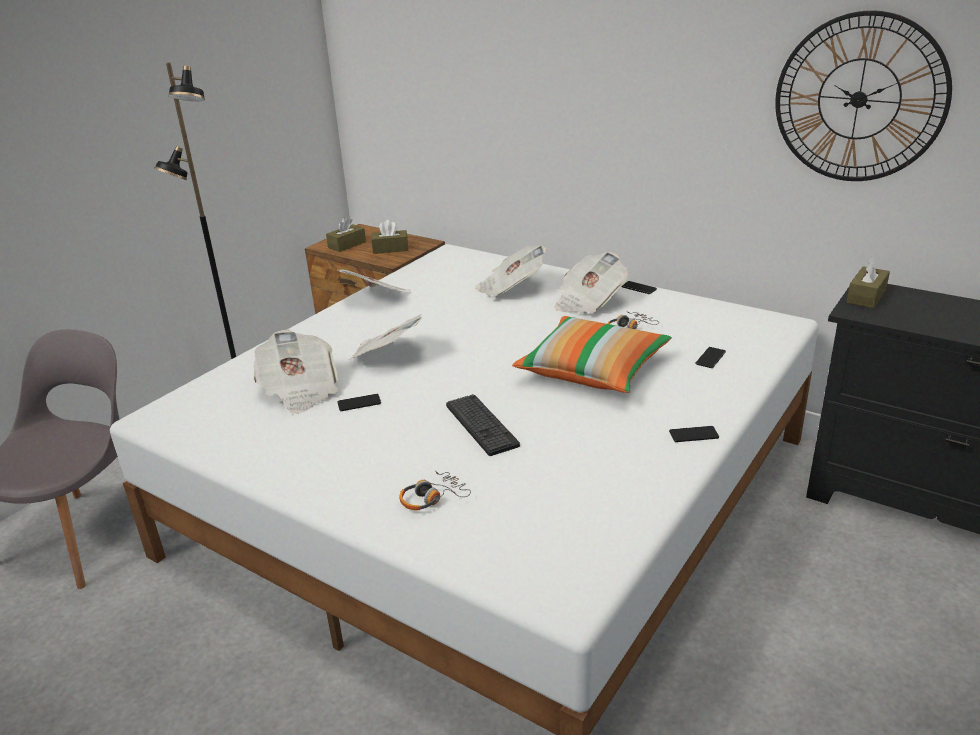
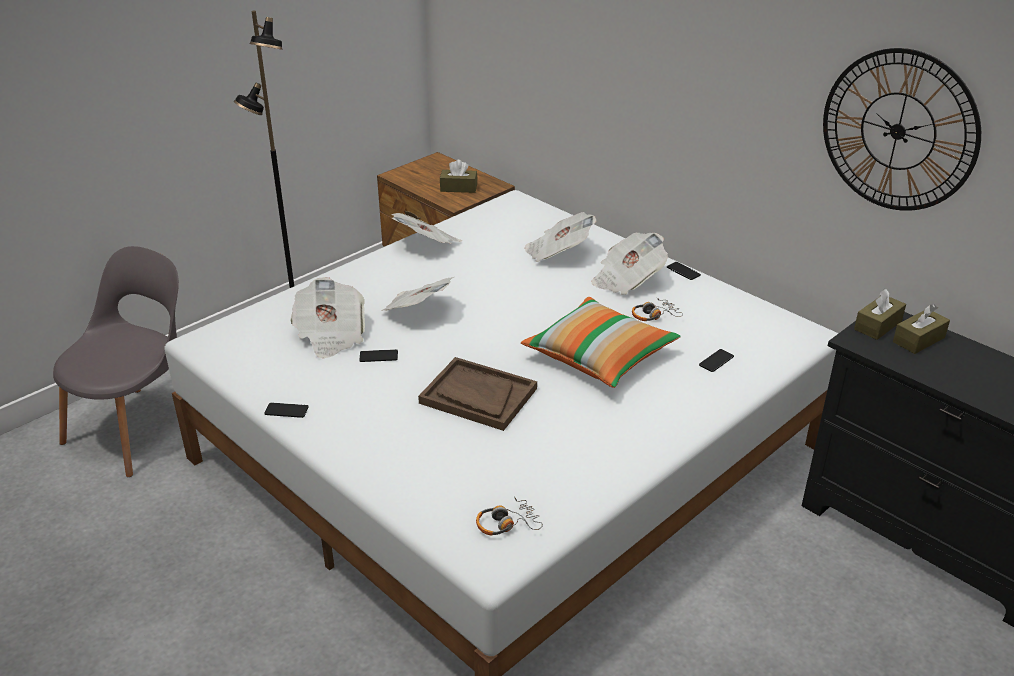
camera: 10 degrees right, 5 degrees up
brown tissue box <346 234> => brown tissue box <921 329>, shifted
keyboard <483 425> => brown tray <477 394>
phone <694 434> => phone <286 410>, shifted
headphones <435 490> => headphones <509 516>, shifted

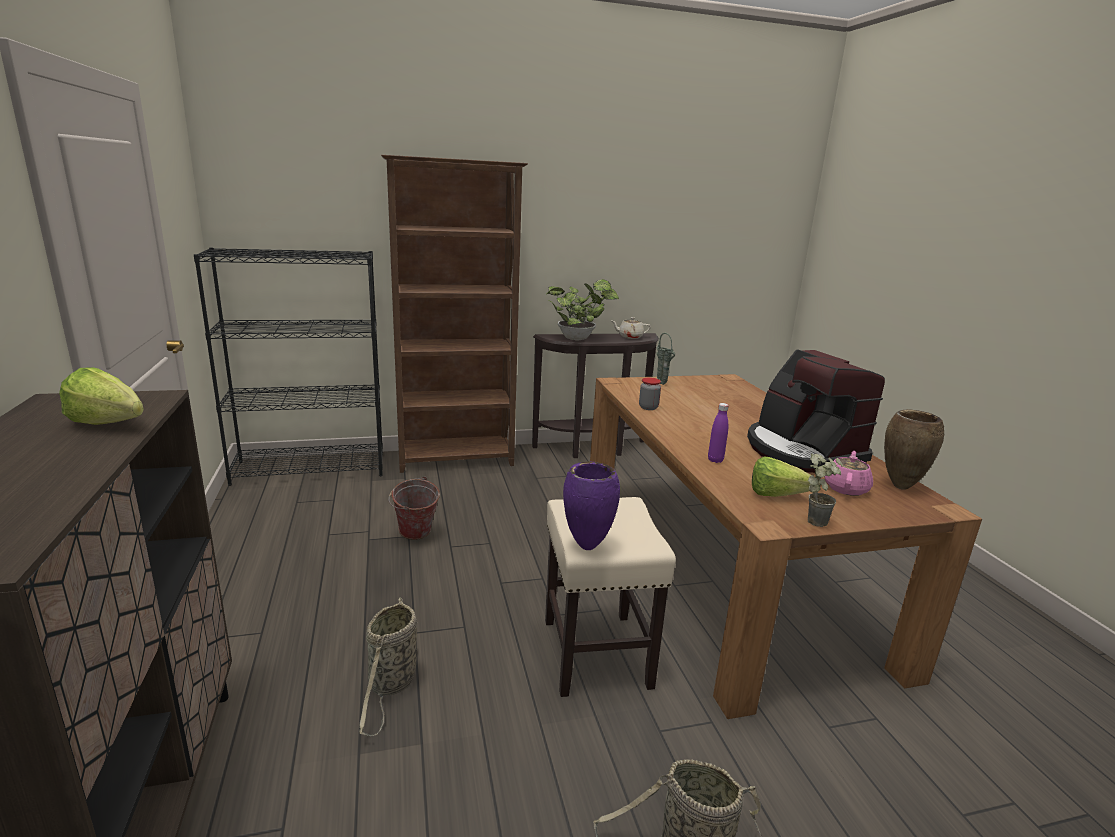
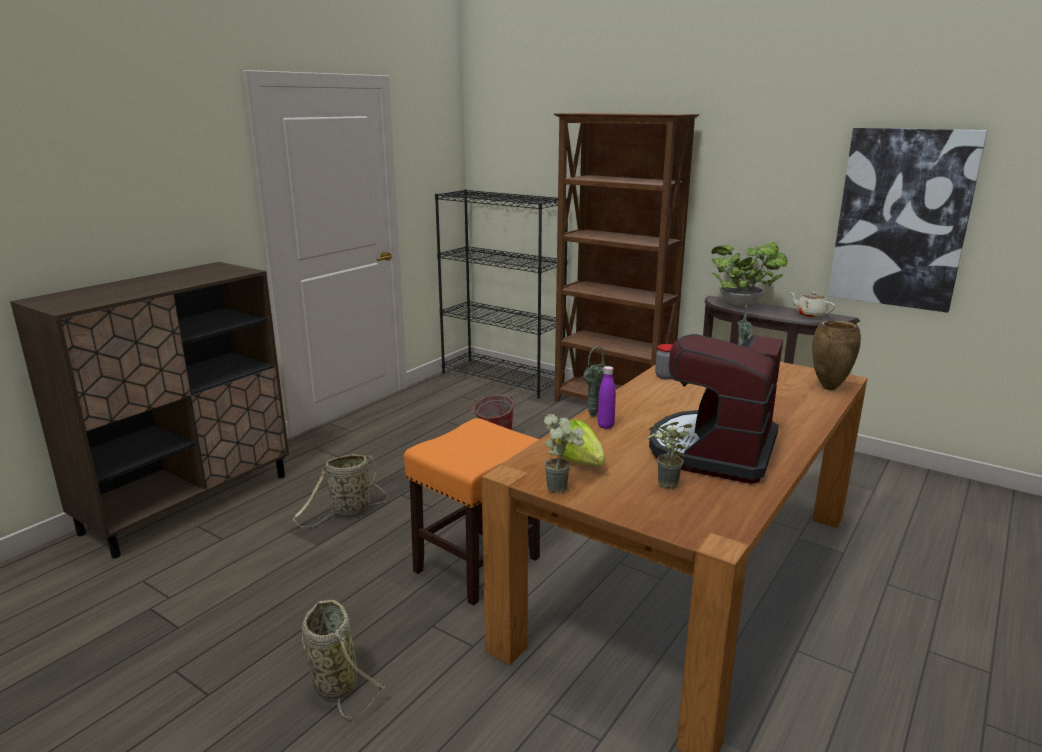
camera: 50 degrees right, 0 degrees up
lettuce <101 396> => nothing
brown vase <914 449> => brown vase <836 355>, shifted
pink teapot <849 473> => potted plant <670 455>
purple vase <591 505> => nothing
beige stool <610 597> => orange stool <472 512>
nothing => picture <908 220>
nothing => green vase <594 381>

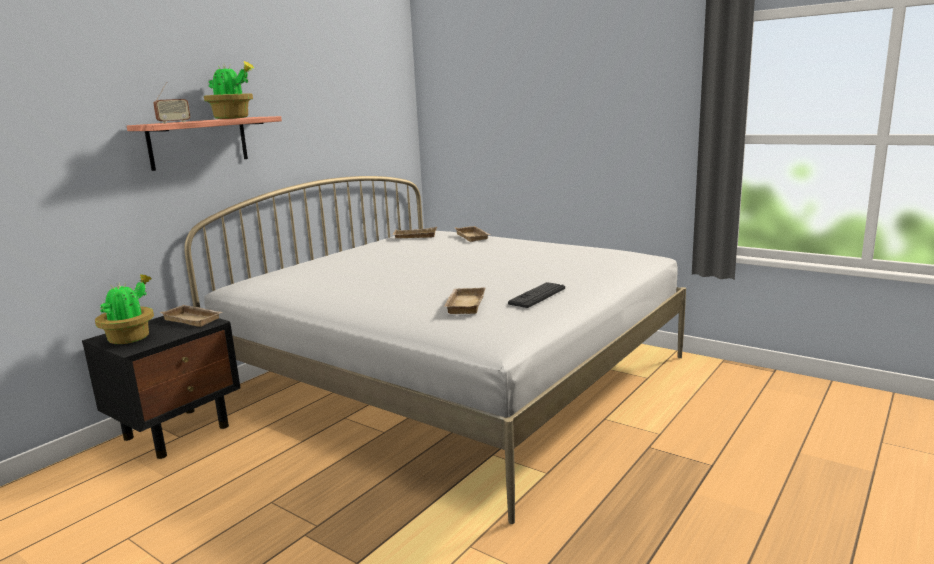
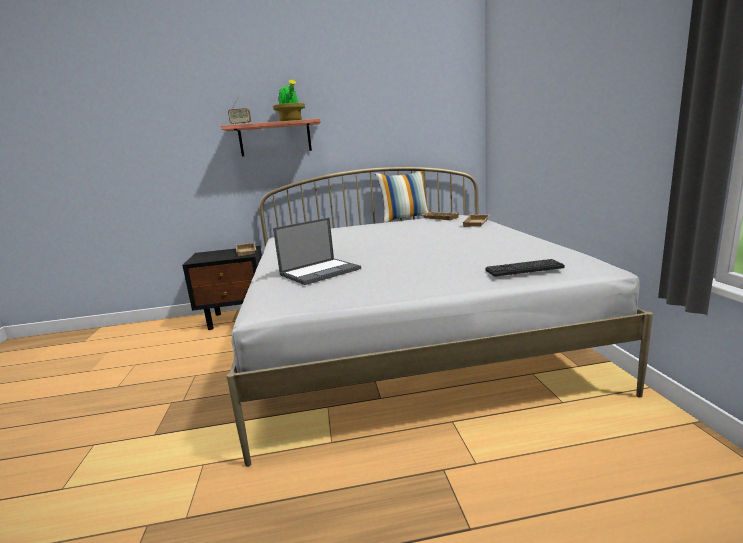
camera: 45 degrees right, 0 degrees up
potted plant <124 309> => nothing
keyboard <536 295> => keyboard <525 268>, shifted
beige tray <464 300> => laptop <317 251>
nothing => pillow <402 197>

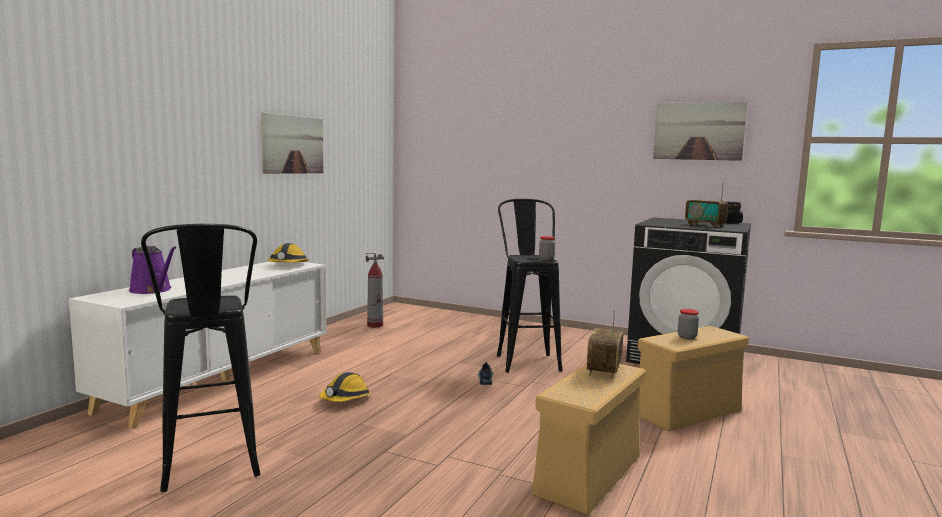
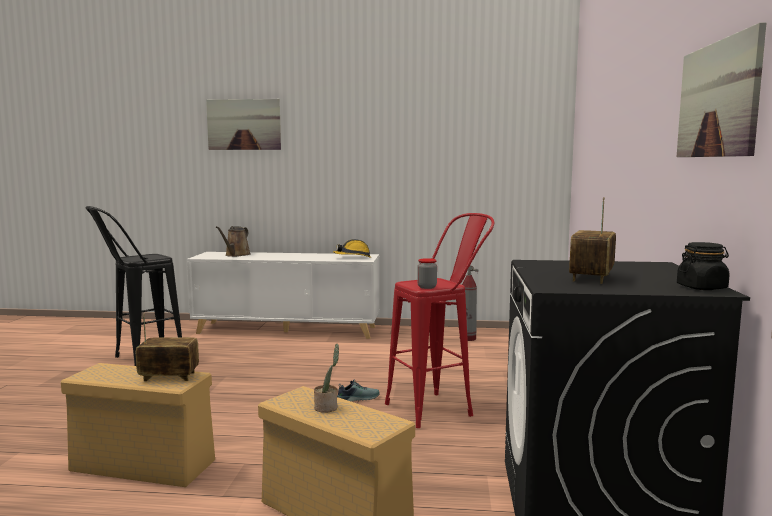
camera: 70 degrees right, 0 degrees up
picture <292 143> => picture <243 124>, shifted
black stool <530 286> => red stool <440 320>
purple watering can <152 270> => brown watering can <233 241>
jar <688 324> => potted plant <326 378>
hard hat <345 387> => nothing

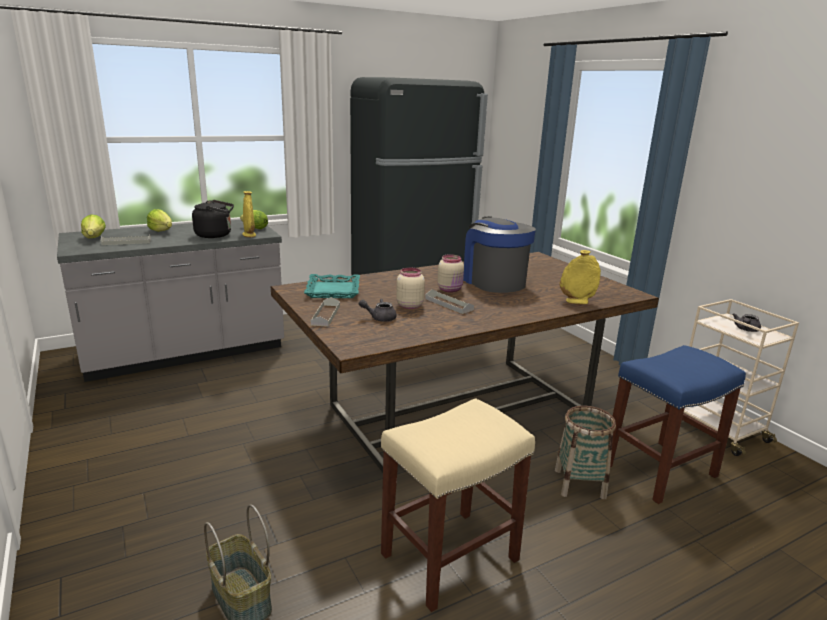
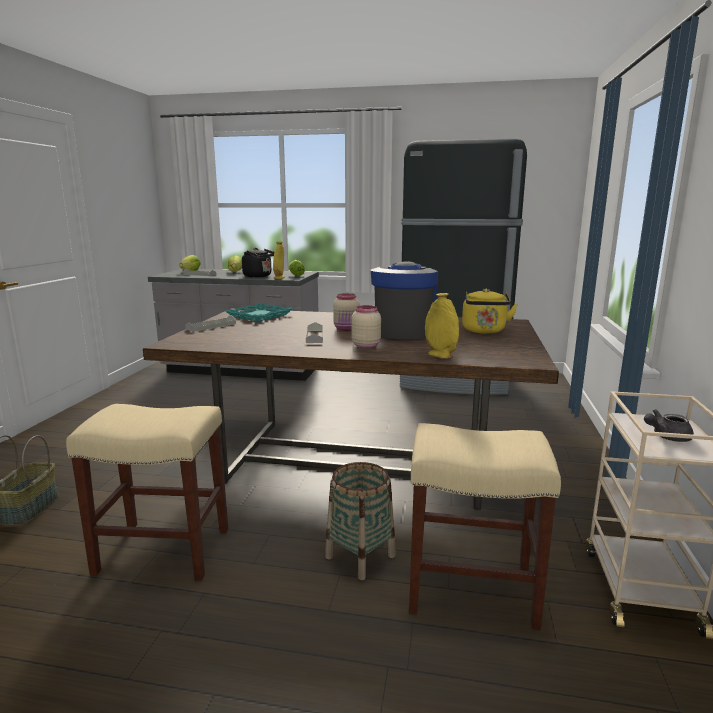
camera: 40 degrees right, 5 degrees down
beige jar <410 288> => beige jar <366 326>, shifted
grey teapot <378 310> => nothing
blue stool <678 424> => beige stool <485 526>
nothing => yellow kettle <490 311>

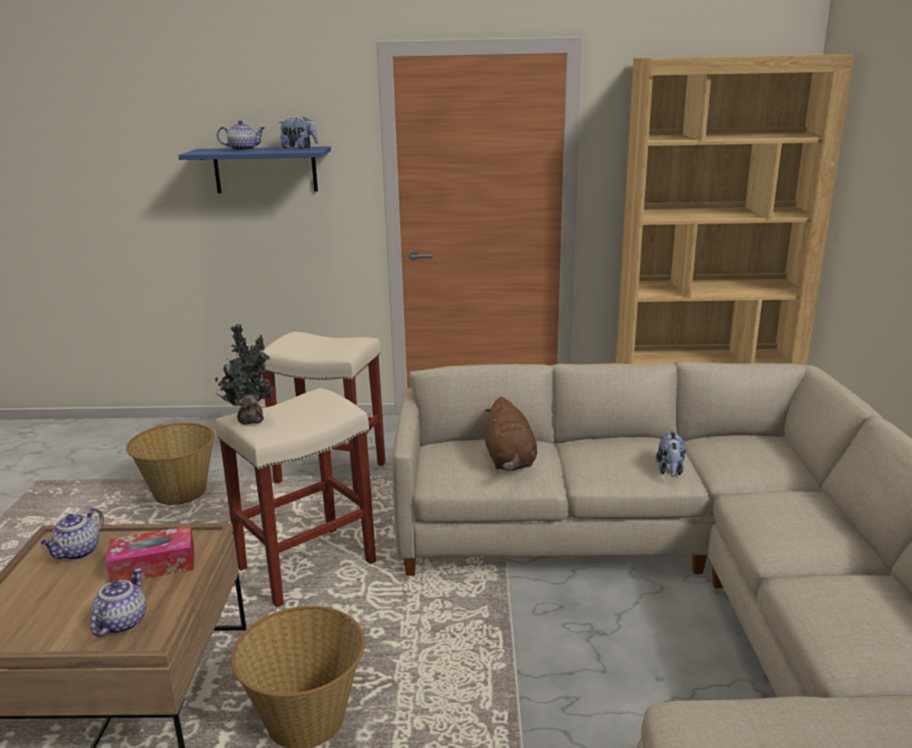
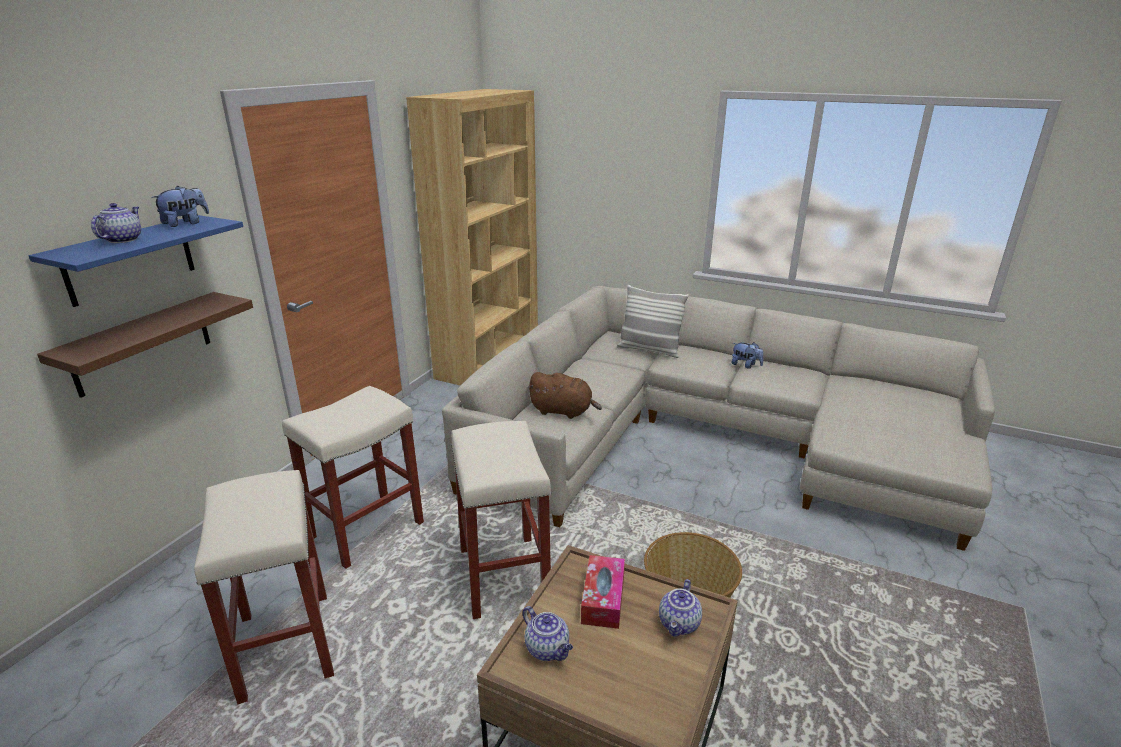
camera: 65 degrees left, 5 degrees up
potted plant <244 374> => nothing
basket <170 464> => beige stool <264 587>
plush toy <671 453> => plush toy <747 355>, shifted
teapot <118 602> => teapot <680 607>, 105 degrees counterclockwise
nothing => pillow <653 321>
nothing => brown shelf <145 345>

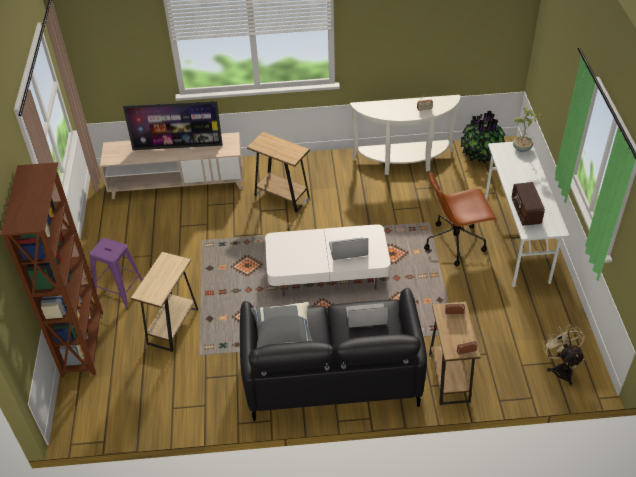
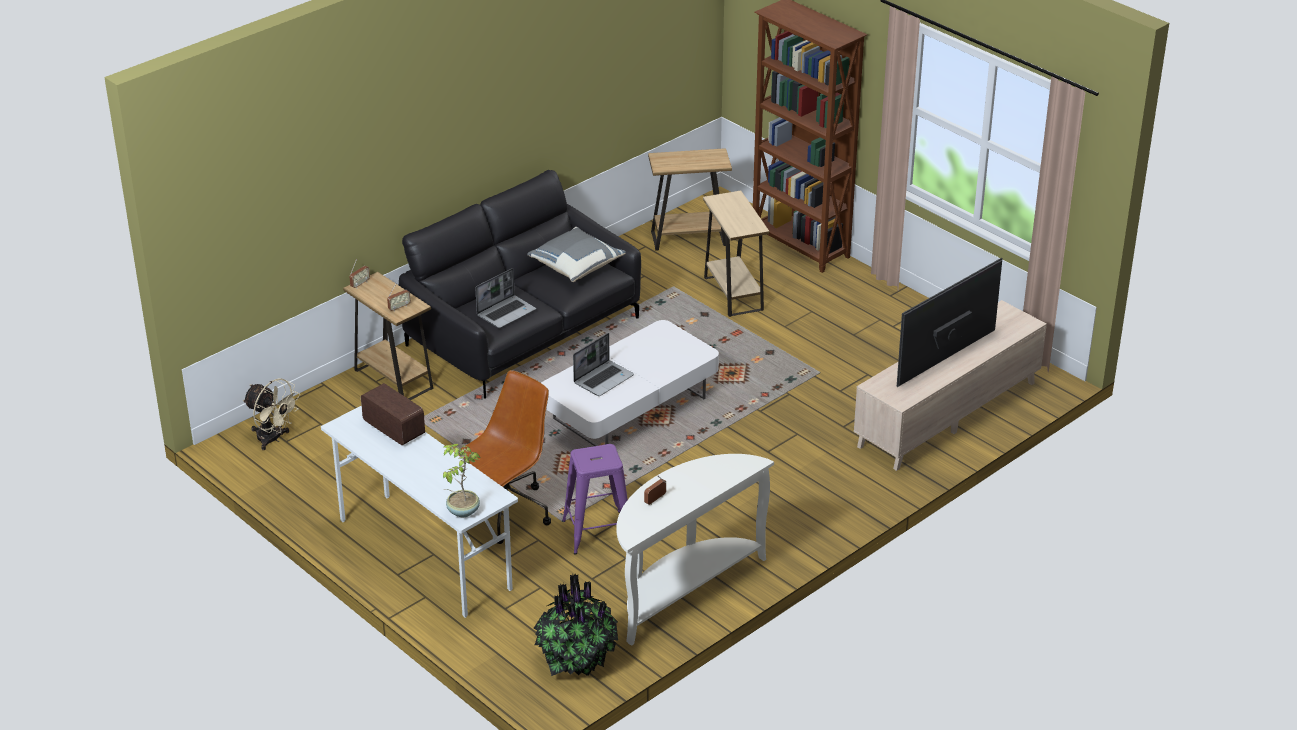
camera: 140 degrees right, 10 degrees down
brown side table <278 172> => brown side table <690 199>, shifted
purple stool <116 273> => purple stool <595 499>, shifted

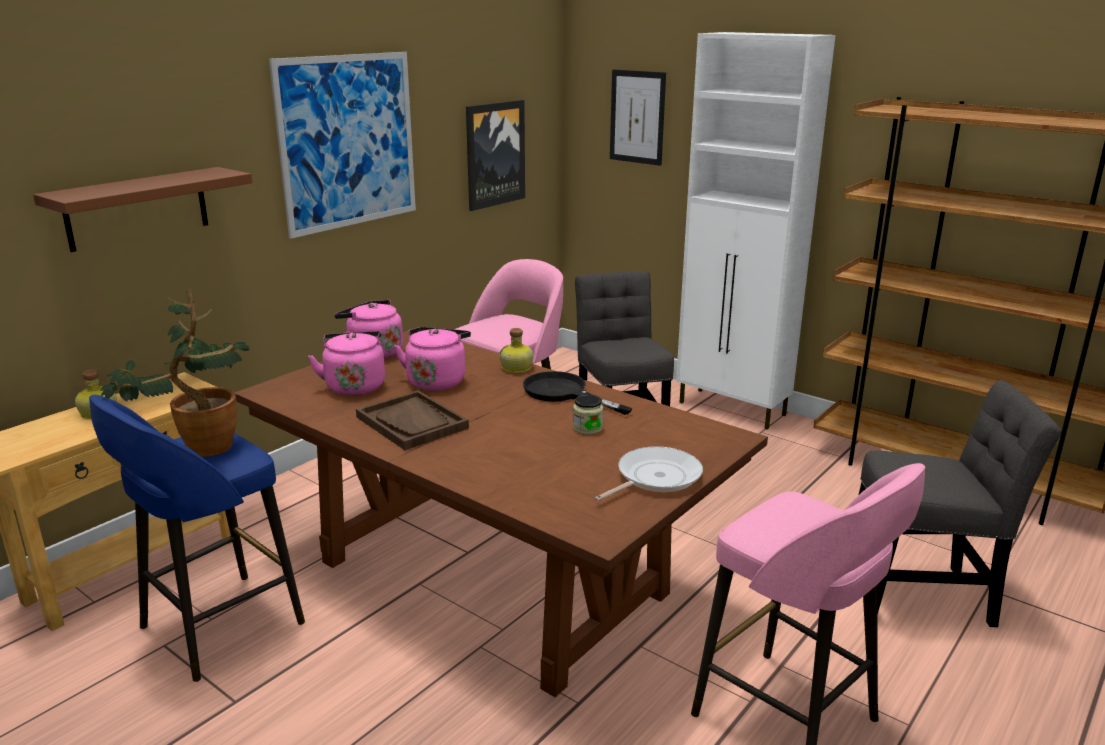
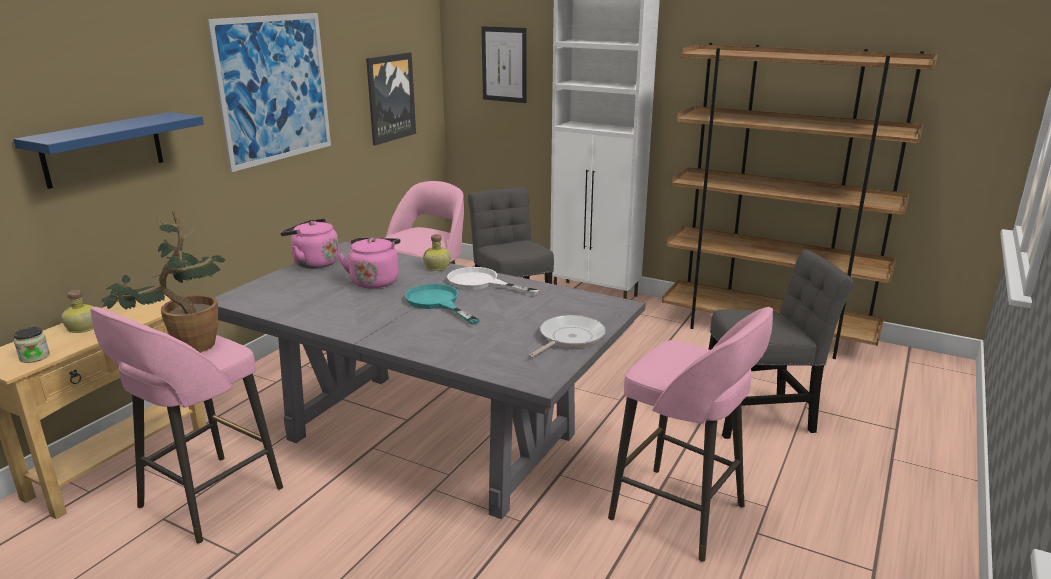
camera: 10 degrees left, 0 degrees up
brown shelf <142 209> => blue shelf <108 150>
brown dining table <501 513> => grey dining table <430 380>
pink kettle <346 363> => nothing
black frying pan <578 393> => white frying pan <493 281>
brown tray <412 420> => nothing
jar <588 414> => jar <31 345>, shifted
blue stool <197 538> => pink stool <186 425>
nothing => turquoise frying pan <442 304>

